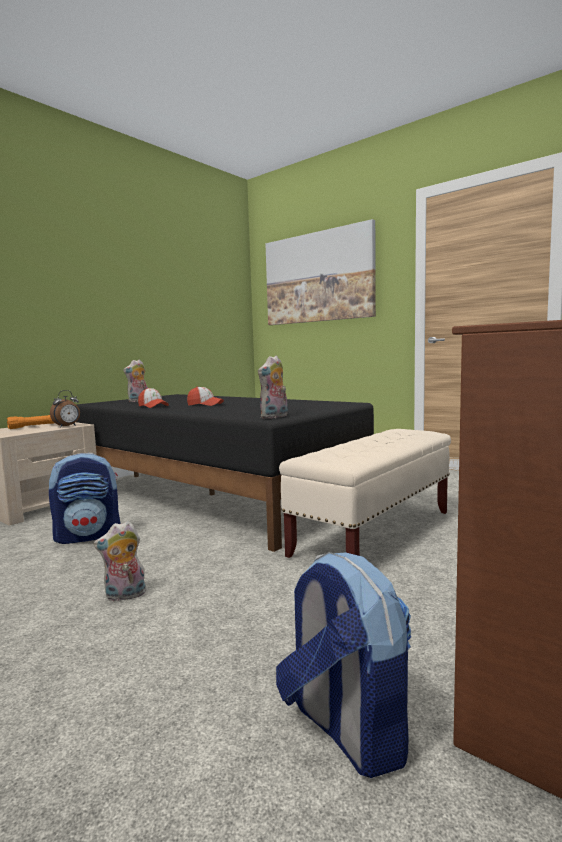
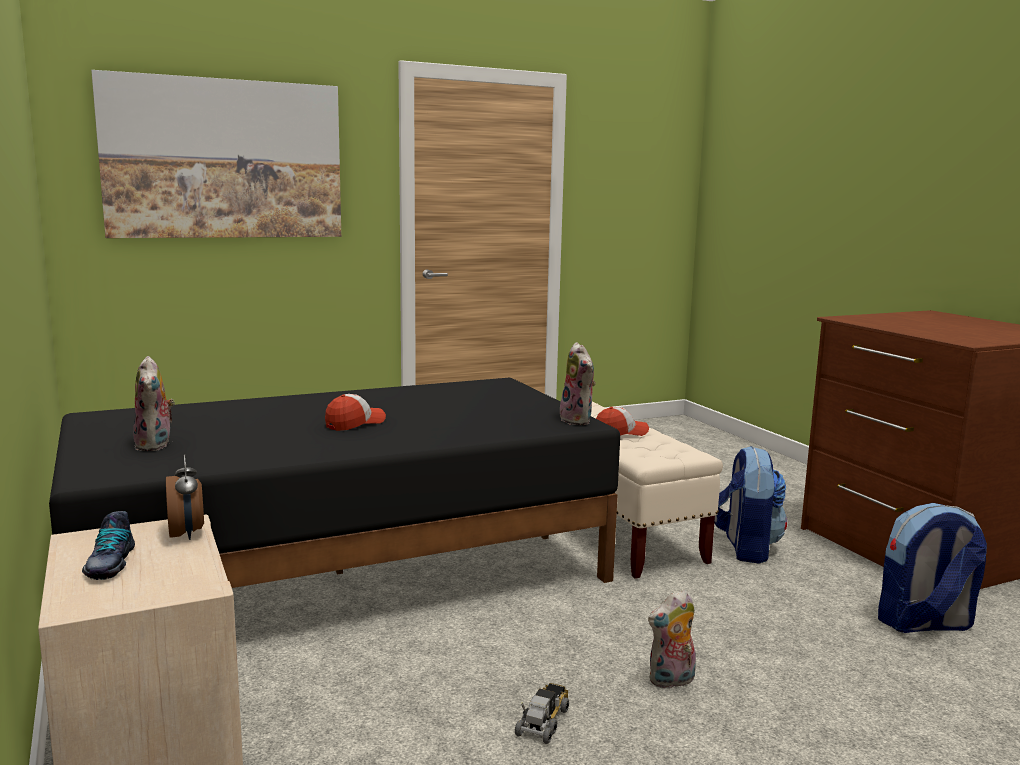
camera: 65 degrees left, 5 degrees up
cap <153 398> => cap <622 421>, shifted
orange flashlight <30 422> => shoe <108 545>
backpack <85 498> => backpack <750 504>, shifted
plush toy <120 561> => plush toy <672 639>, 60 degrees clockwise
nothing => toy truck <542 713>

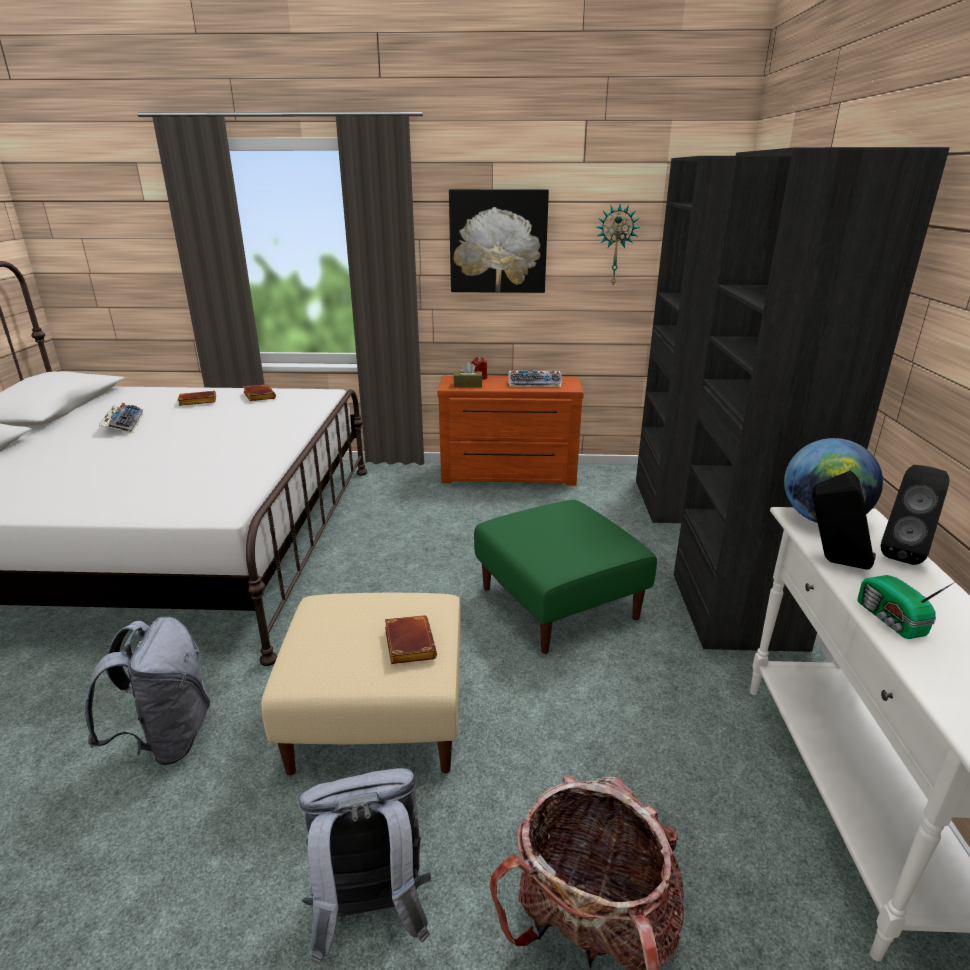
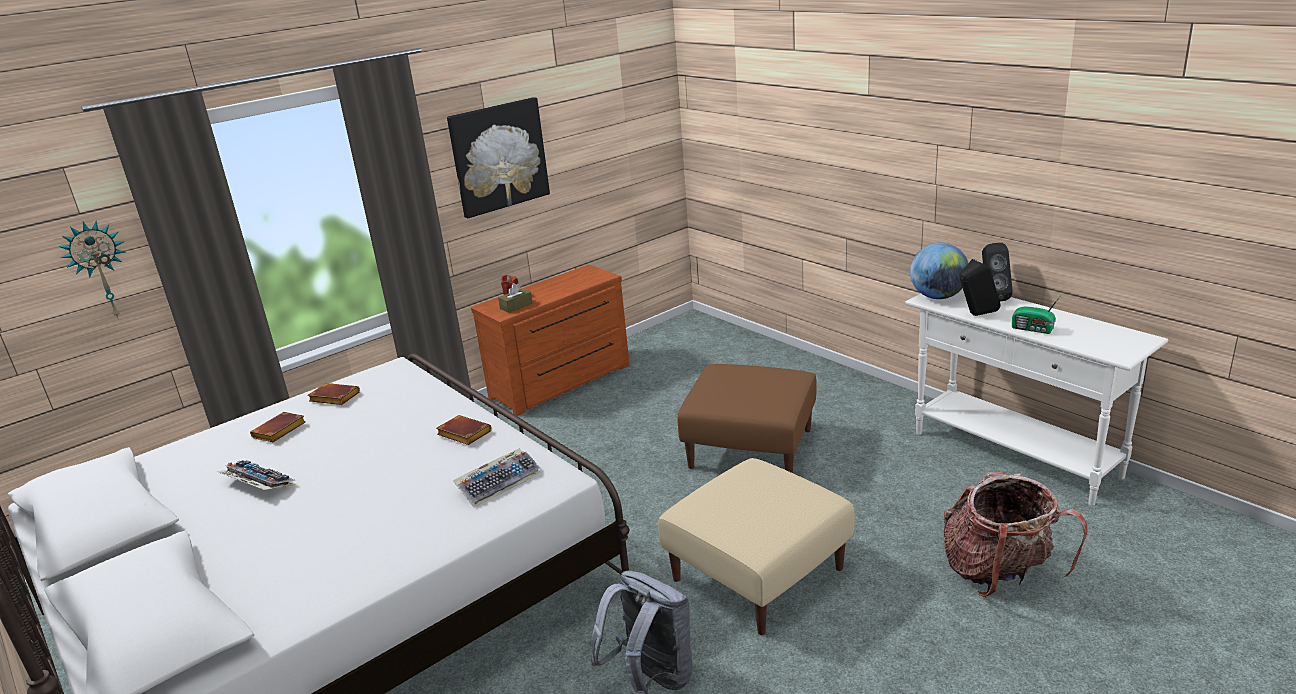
camera: 40 degrees left, 0 degrees up
black wardrobe <793 399> => nothing
wall clock <618 245> => wall clock <92 269>, shifted
keyboard <535 378> => keyboard <496 478>, shifted
green ottoman <565 577> => brown ottoman <747 418>
brown book <411 639> => brown book <464 430>, shifted
grey backpack <365 866> => nothing

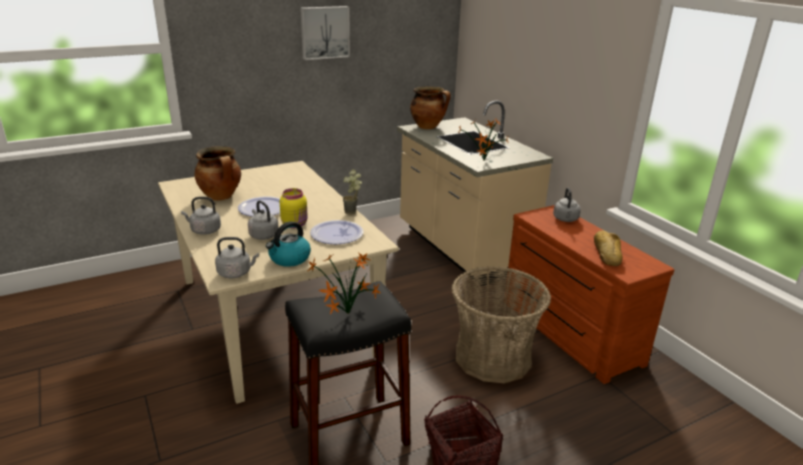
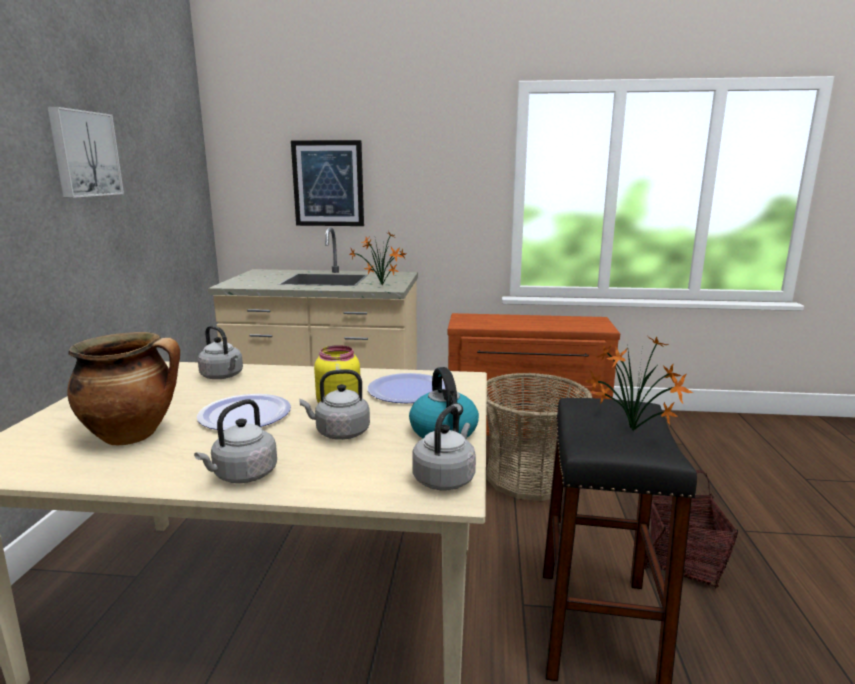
camera: 55 degrees left, 10 degrees down
cooking pot <430 107> => nothing
potted plant <352 192> => nothing
grey kettle <567 205> => grey kettle <220 352>, shifted
bread <608 248> => nothing
nothing => picture <327 183>

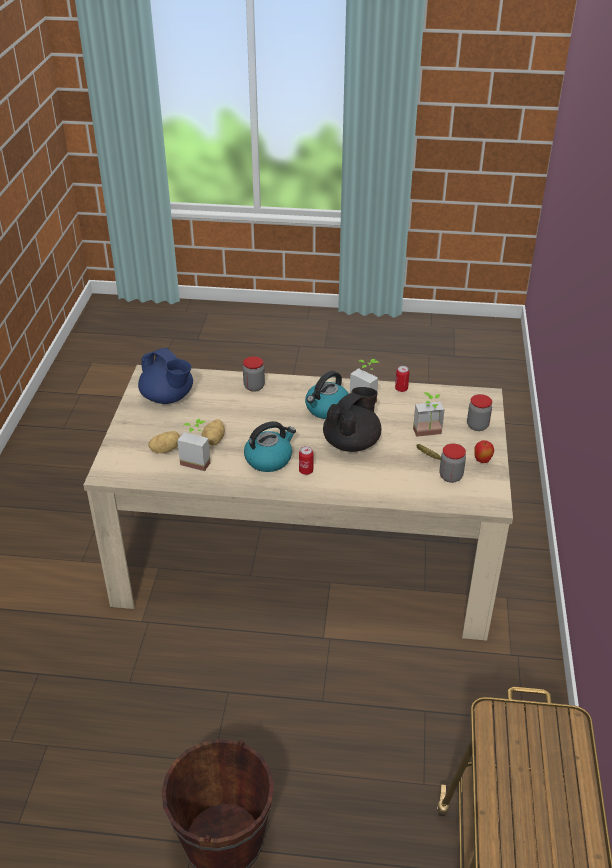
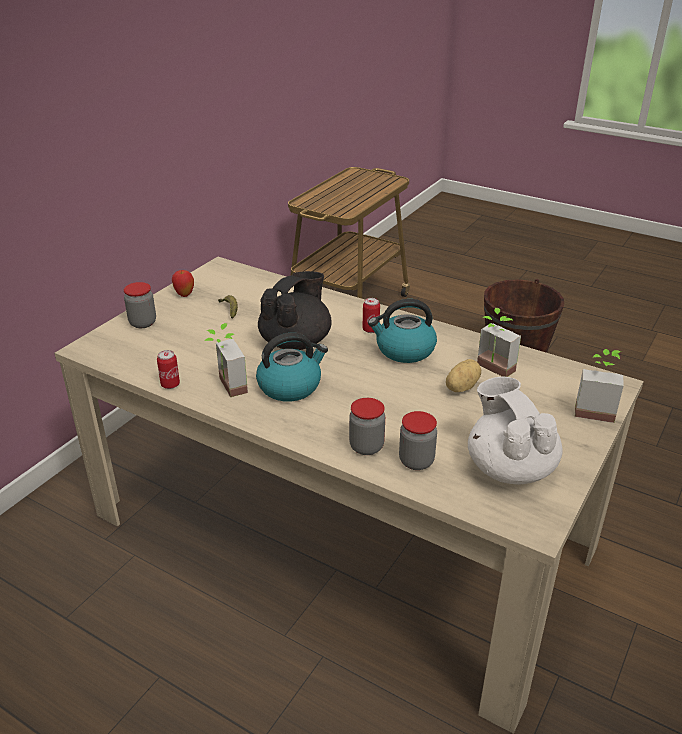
camera: 155 degrees left, 5 degrees down
blue teapot <165 376> => white teapot <515 430>
black teapot <352 419> => black teapot <295 310>, 150 degrees clockwise
potted plant <429 414> => potted plant <599 386>, shifted
potato <164 442> => nothing
jar <452 463> => jar <418 440>, shifted

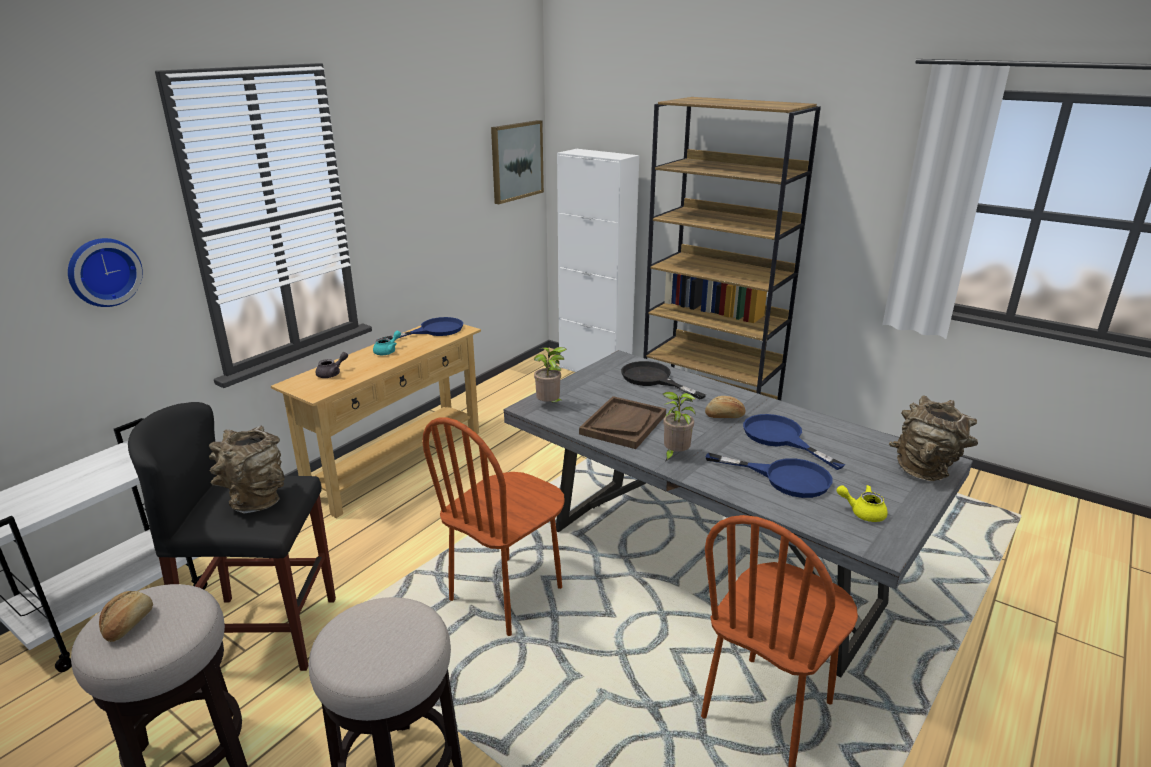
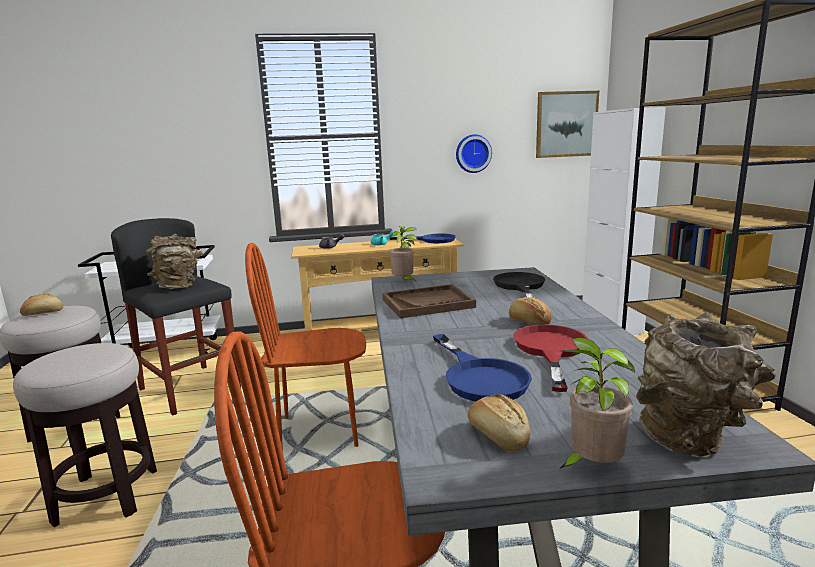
camera: 45 degrees right, 10 degrees down
wall clock <105 272> => wall clock <474 153>, shifted
potted plant <679 427> => potted plant <597 403>, shifted
blue frying pan <794 442> => red frying pan <550 358>
yellow teapot <862 503> => bread <499 422>

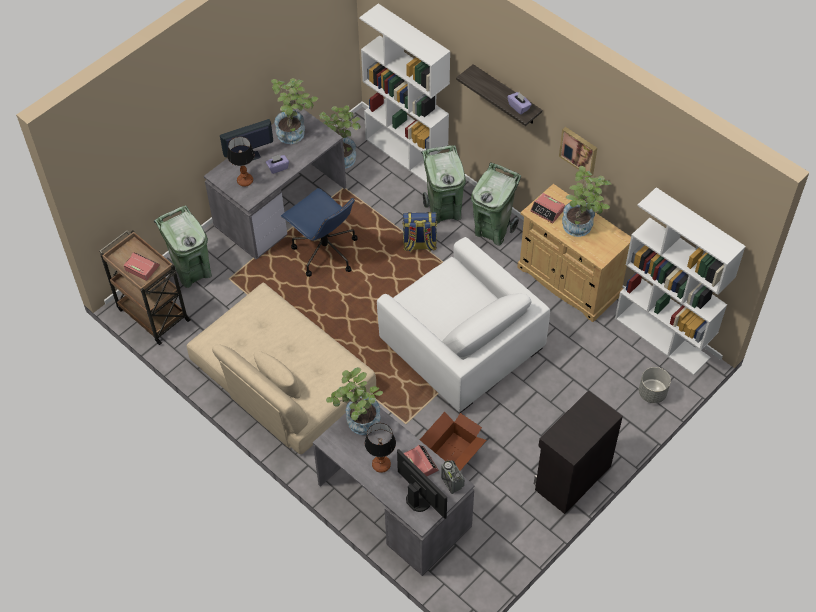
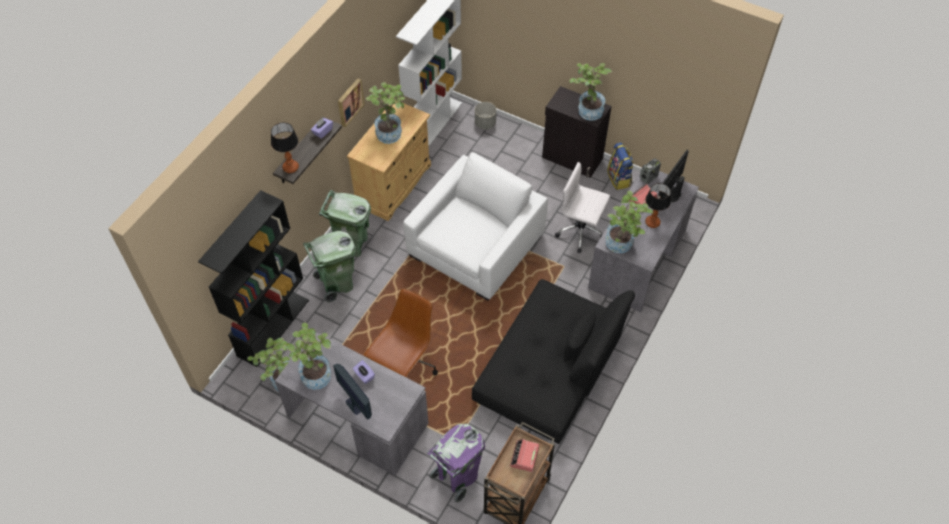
camera: 105 degrees left, 0 degrees up
white bookcase <404 93> => black bookcase <253 278>
table lamp <241 161> => table lamp <285 147>, shifted
blue office chair <319 232> => brown office chair <400 333>
alarm clock <547 208> => nothing
green trash can <183 246> => purple trash can <456 463>
backpack <419 232> => backpack <620 166>, shifted
beige sofa <281 368> => black sofa <553 361>
cardboard box <453 441> => white office chair <582 207>
nothing => potted plant <590 92>

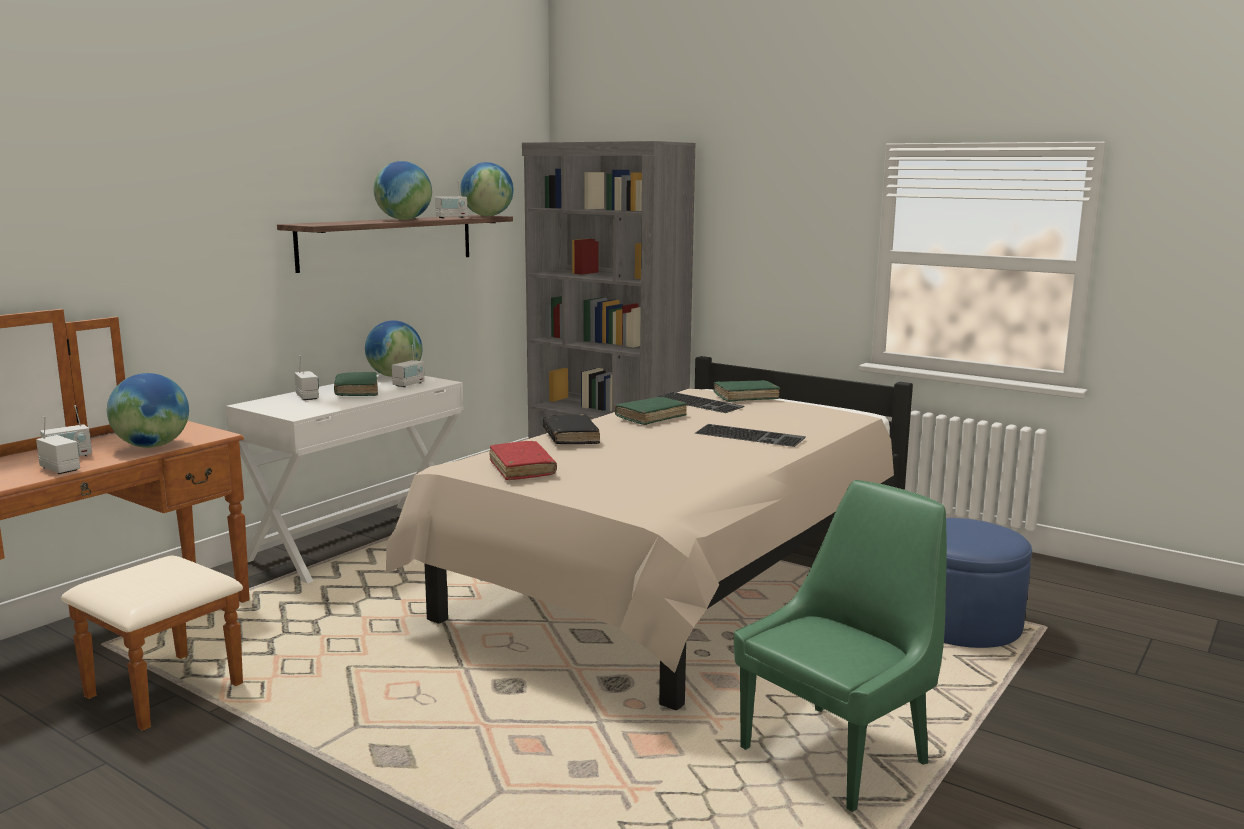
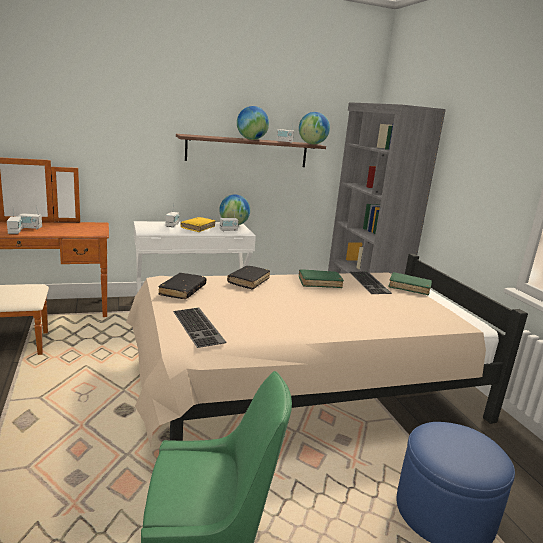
camera: 35 degrees right, 5 degrees up
green book <356 384> => yellow book <197 224>
globe <148 410> => nothing
keyboard <750 435> => keyboard <199 328>, shifted
red book <523 460> => black book <182 286>

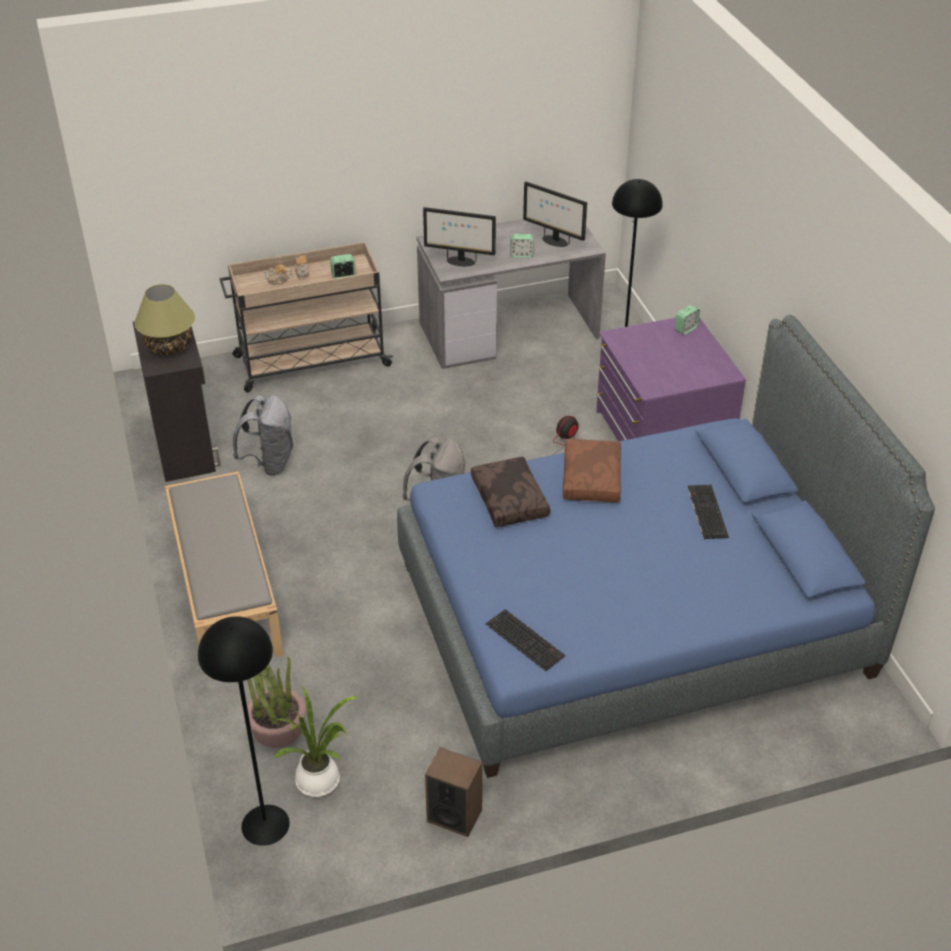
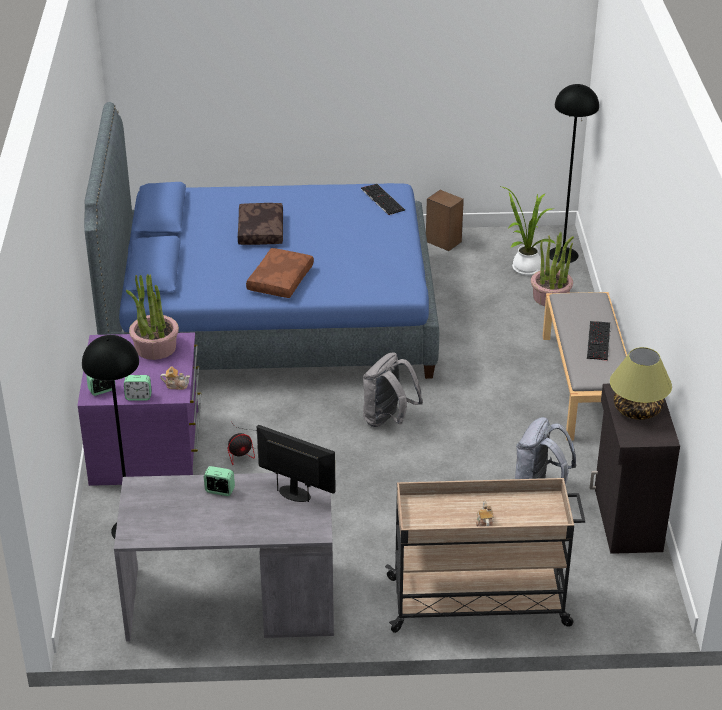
camera: 165 degrees left, 5 degrees down
monitor <555 214> => nothing
alarm clock <343 266> => alarm clock <138 388>, shifted
teapot <277 273> => teapot <175 378>, shifted
brown pillow <510 492> => brown pillow <260 224>, shifted
keyboard <708 512> => keyboard <599 341>, shifted
nothing => potted plant <152 317>

